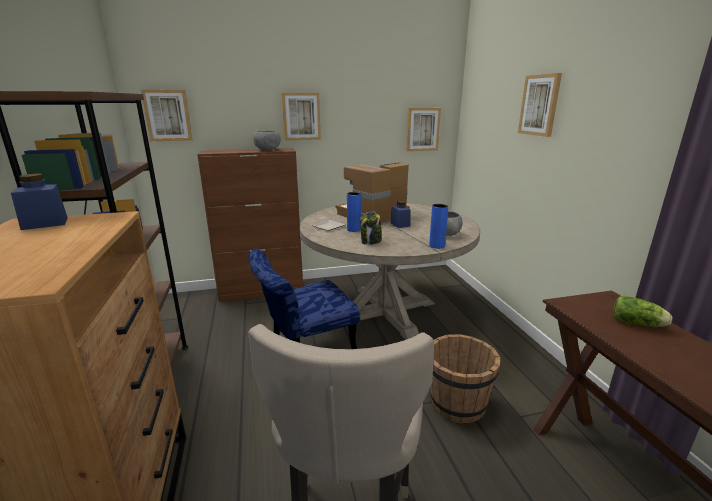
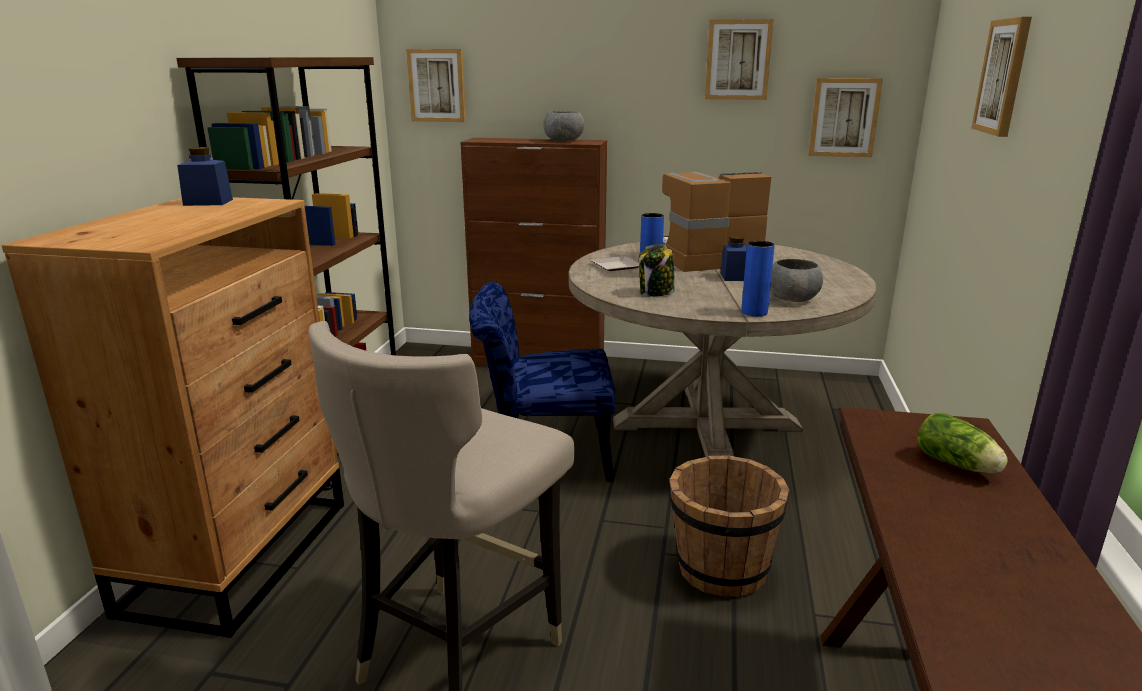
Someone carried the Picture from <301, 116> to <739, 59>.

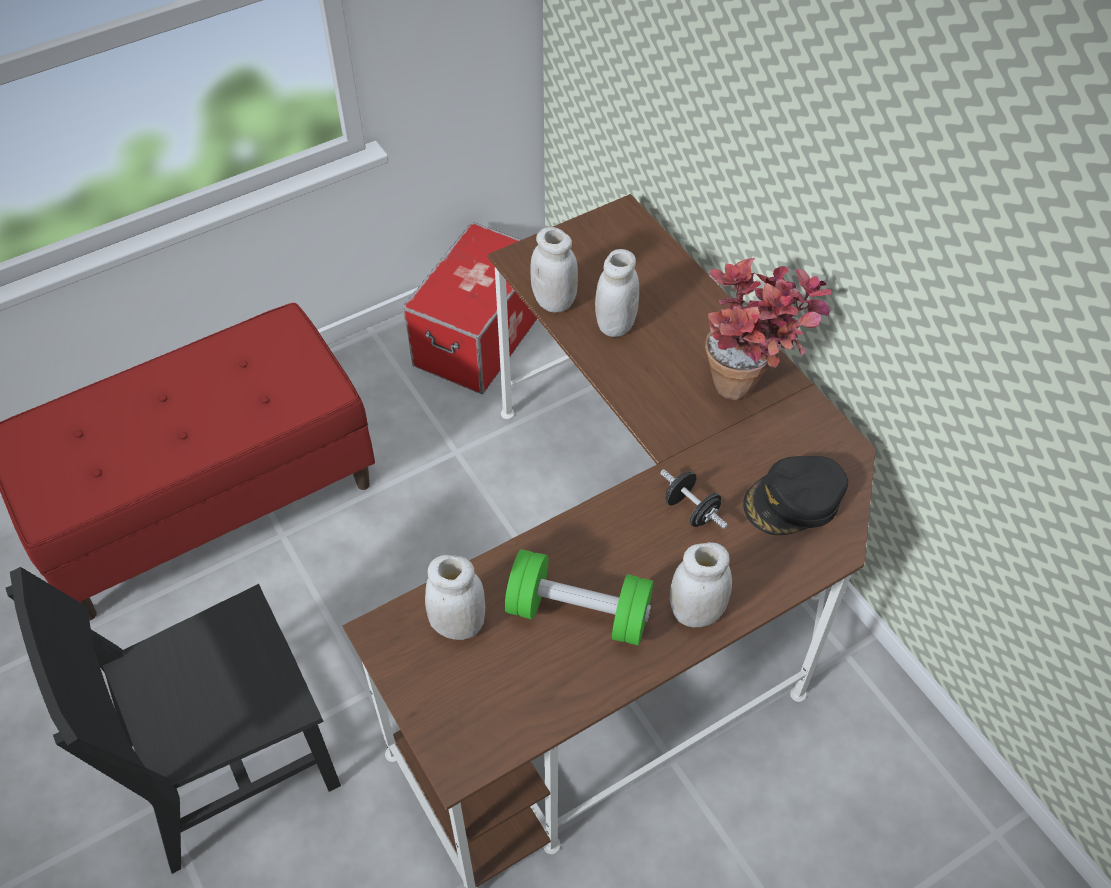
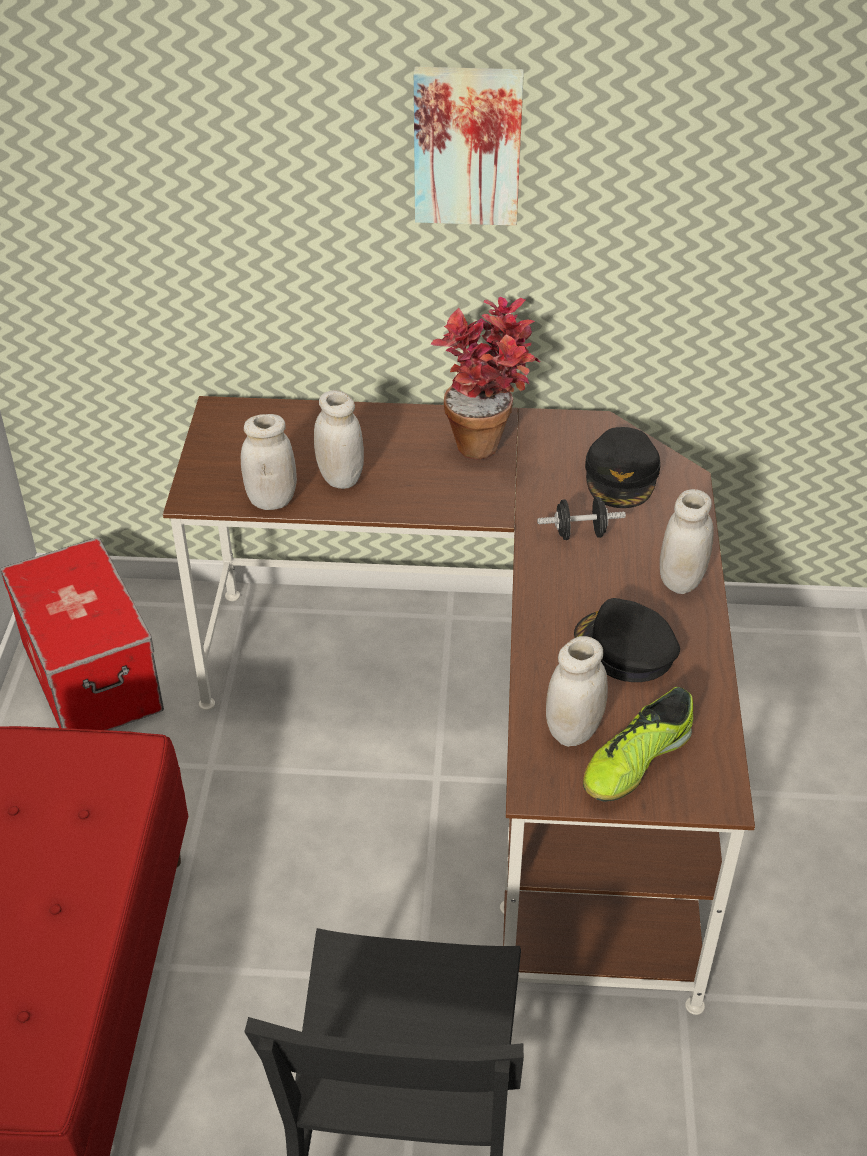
Someone put up the Picture at <469, 146>.
Someone put down the Shoe at <638, 744>.
Someone swapped the GreenDumbbell at <579, 597> for the BlackCap at <627, 640>.

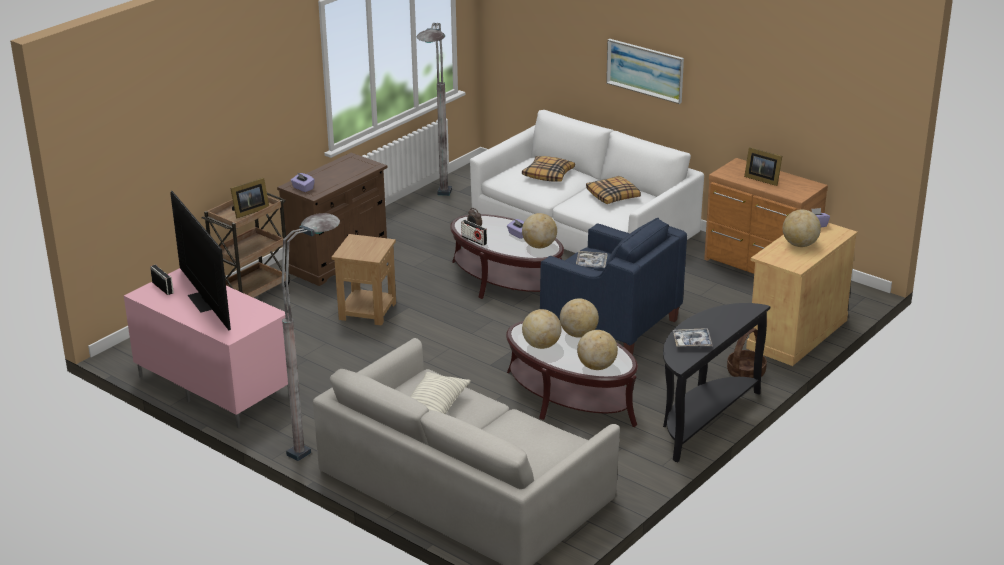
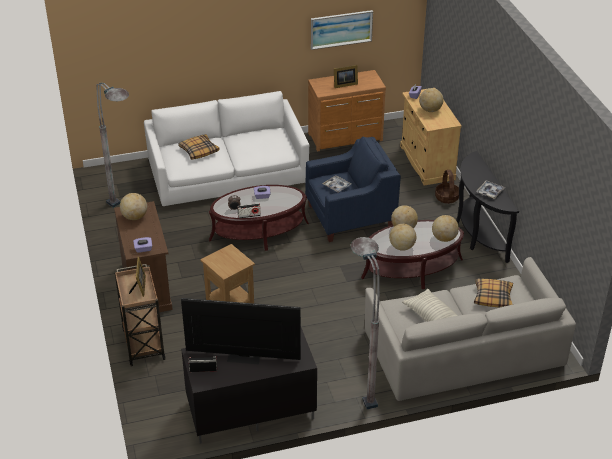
Someone carried the Globe from <539, 230> to <133, 206>.
Someone carried the Pillow from <613, 190> to <493, 293>.
Someone carried the Picture from <645, 71> to <342, 30>.
Someone repainted the PinkTvStand at <206, 348>, which became the BlackTvStand at <249, 386>.

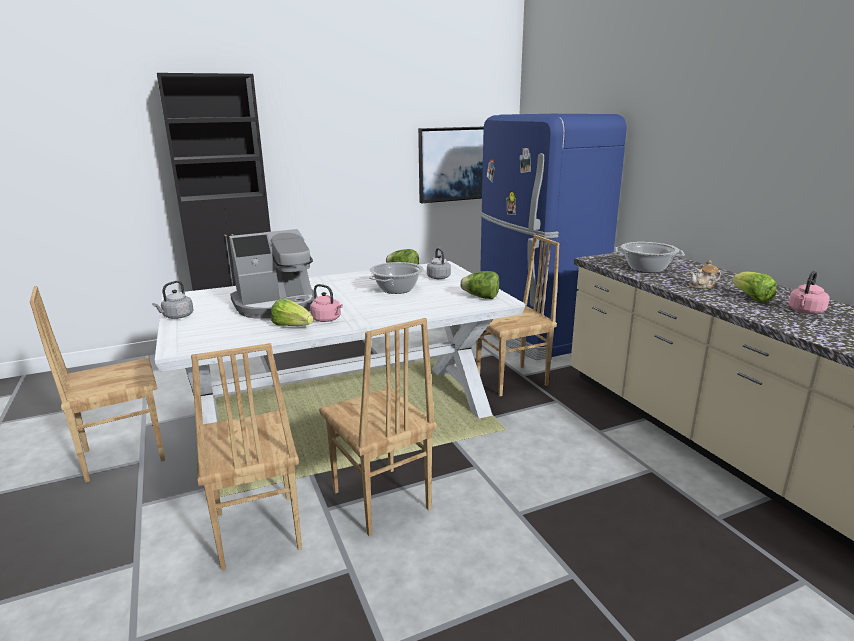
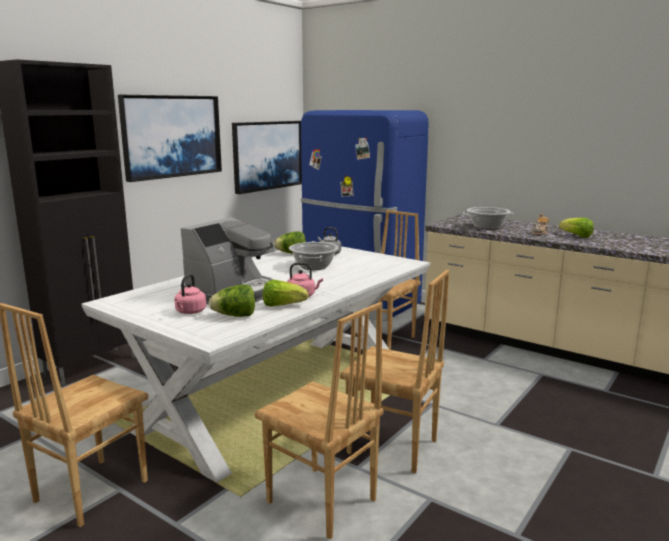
Someone took away the GreyKettle at <173, 300>.
Someone put up the Picture at <170, 138>.
Someone carried the Lettuce from <480, 285> to <232, 300>.
Someone carried the PinkKettle from <809, 292> to <190, 294>.

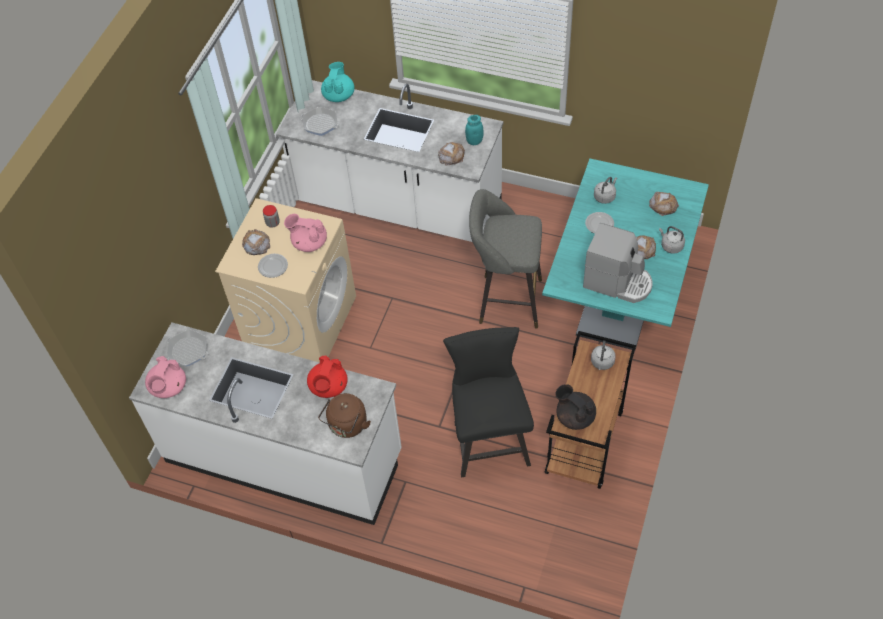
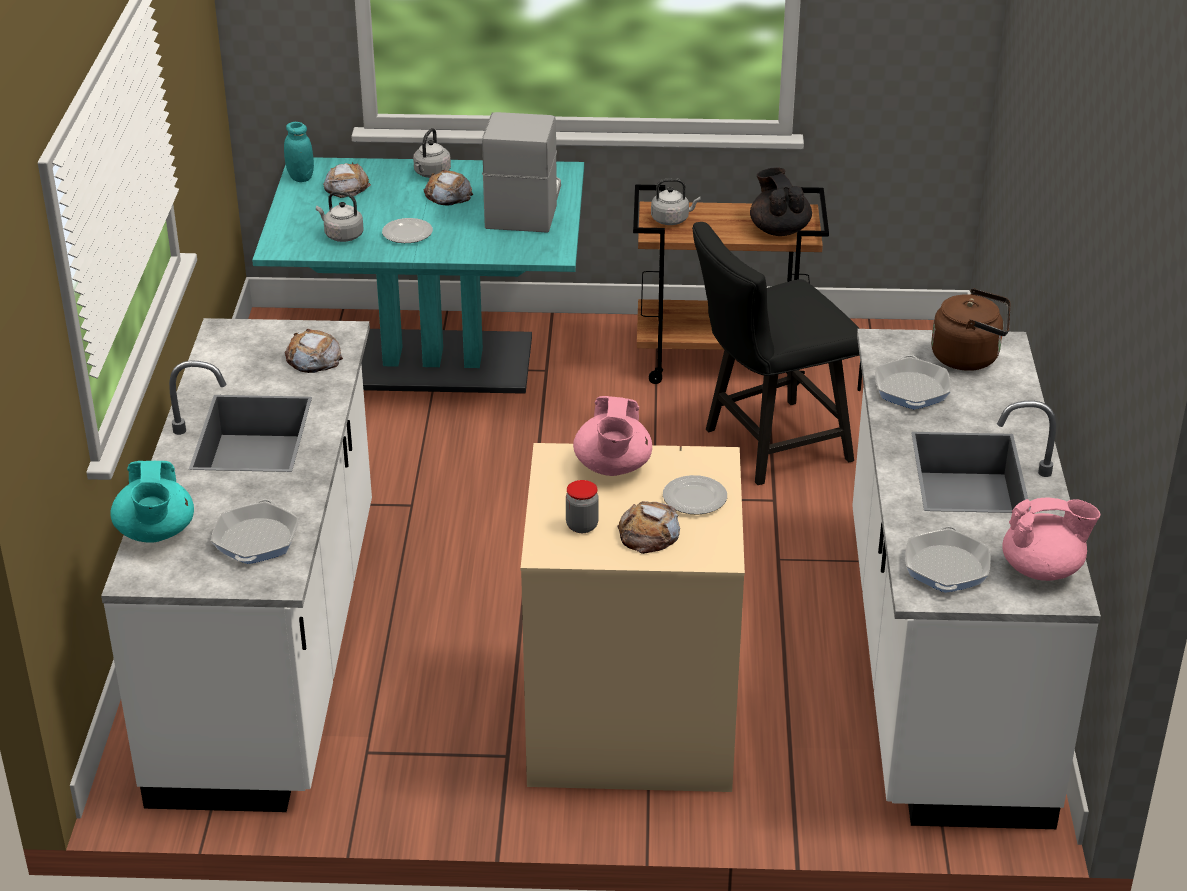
Someone took away the GreyStool at <505, 259>.
Someone carried the TurquoiseJar from <474, 130> to <299, 152>.
Someone swapped the RedTeapot at <327, 377> for the FryingPan at <913, 382>.
Someone rotated the TurquoiseTeapot at <337, 82> by 90 degrees counterclockwise.
Someone rotated the BlackTeapot at <575, 407> by 135 degrees clockwise.

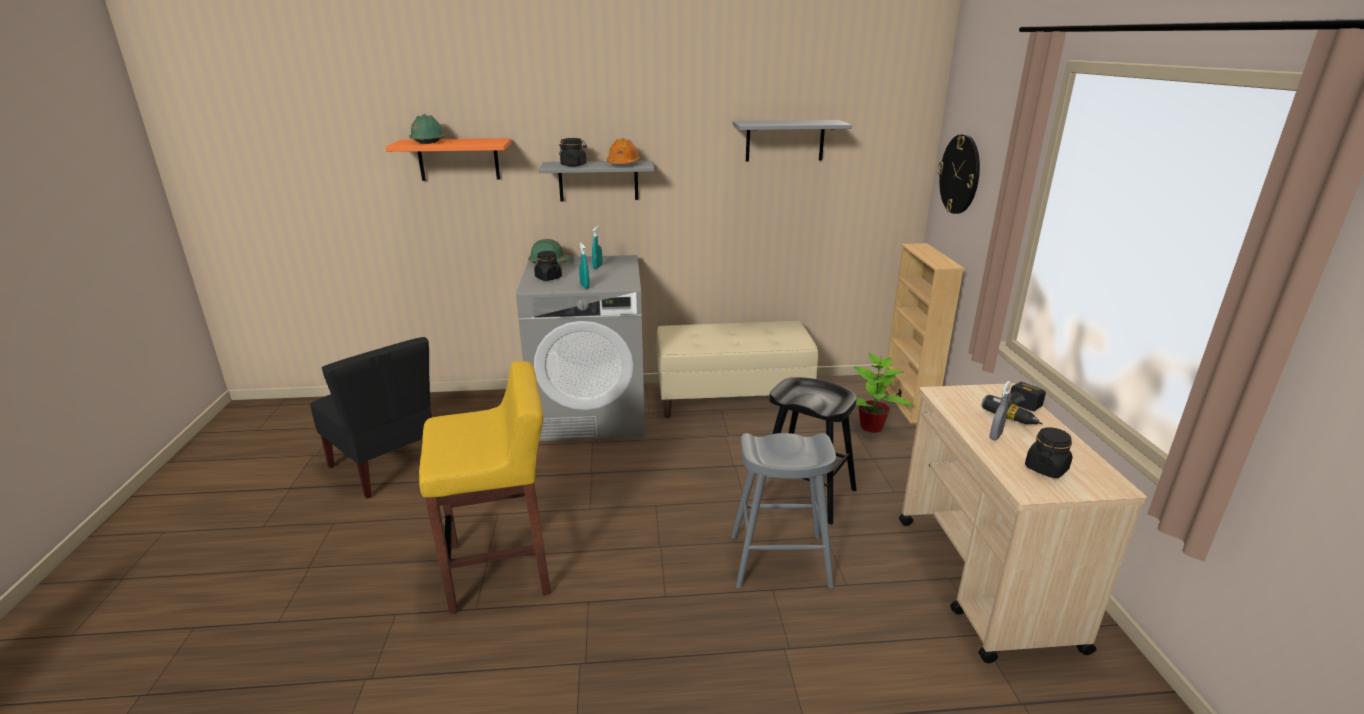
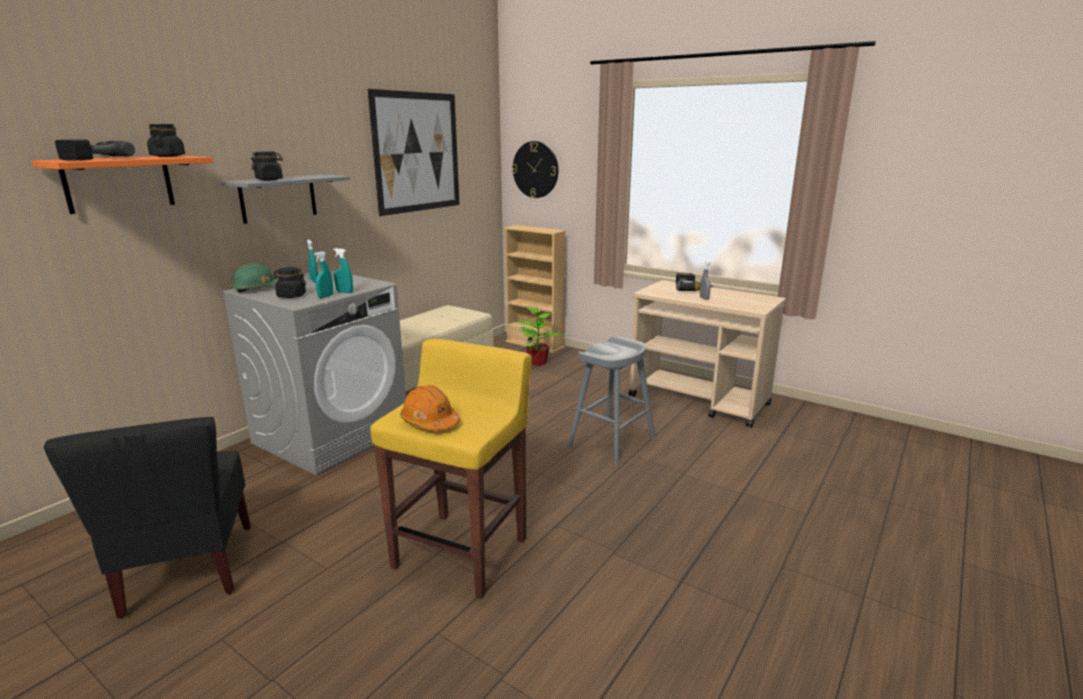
Someone took away the BlackStool at <813, 451>.
Someone put down the TurquoiseSprayBottle at <323, 274>.
Someone carried the OrangeHardHat from <623, 151> to <430, 407>.
Someone carried the BlackJar from <1049, 452> to <166, 140>.
Someone swapped the GreenHardHat at <427, 129> for the PowerDrill at <95, 149>.
Someone swapped the GreyShelf at <792, 140> for the Picture at <413, 152>.
Someone rotated the BlackChair at <371, 418> by 75 degrees clockwise.

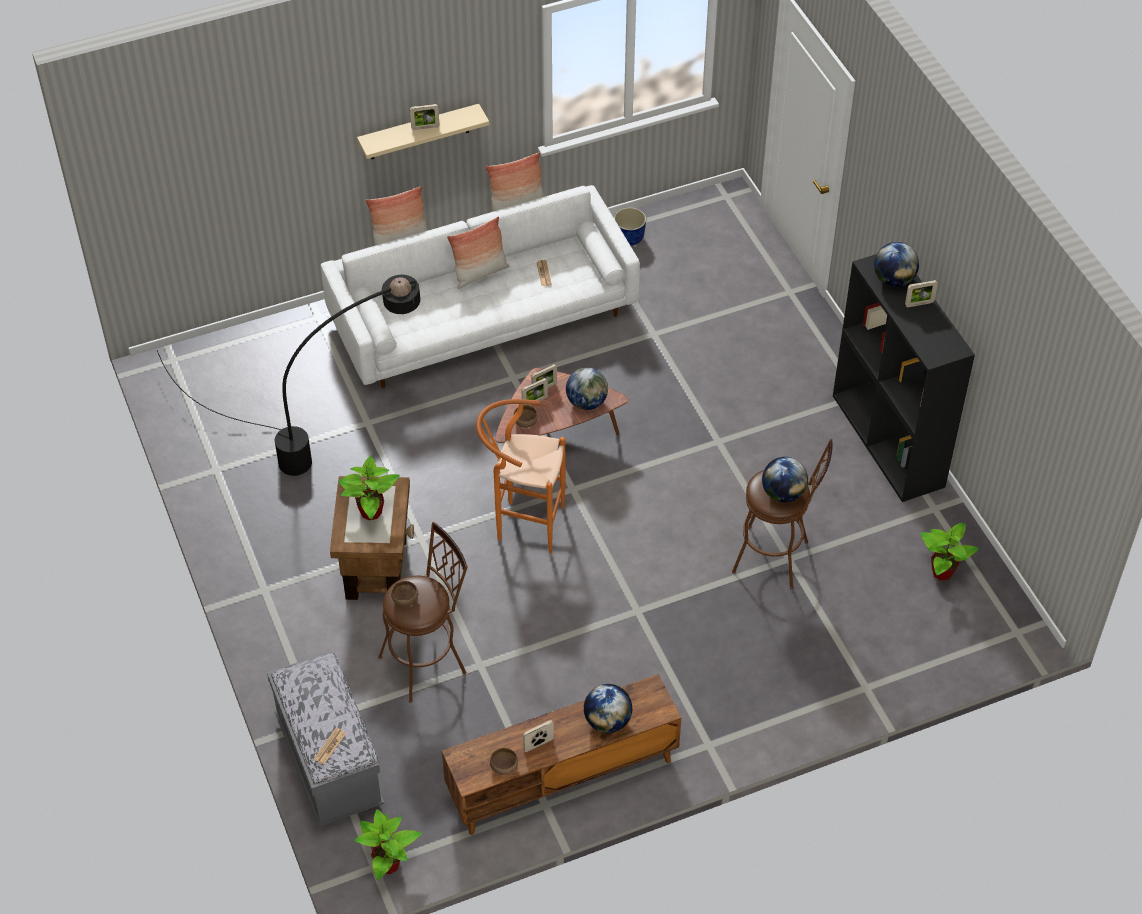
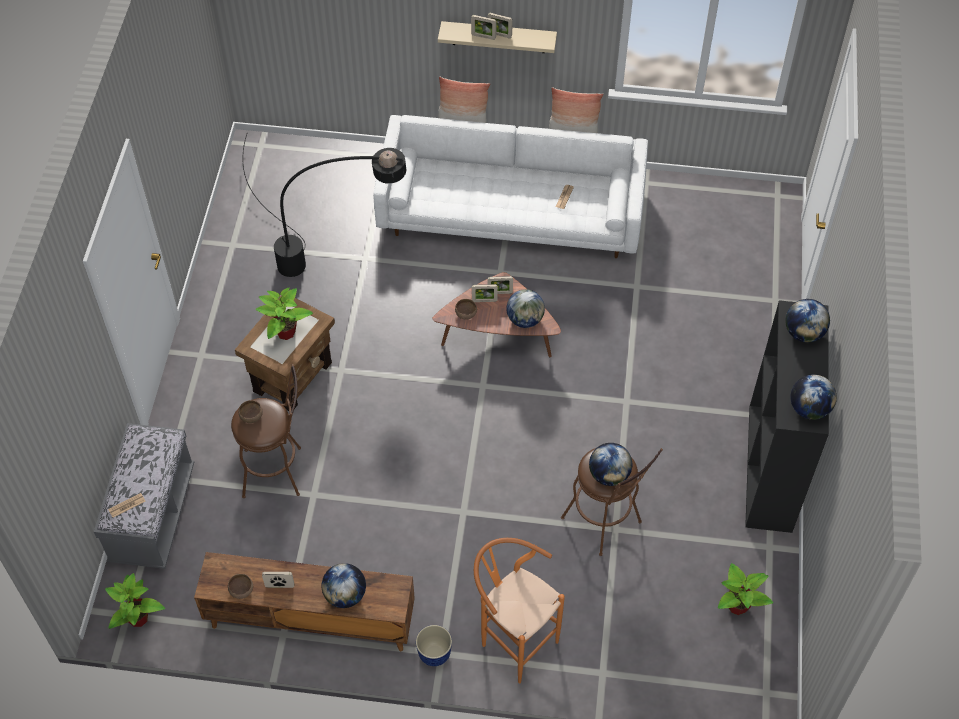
Someone took away the Pillow at <478, 252>.
Someone put down the Globe at <813, 397>.
Someone carried the OrangeStool from <520, 476> to <519, 610>.
Someone carried the Planter from <630, 226> to <434, 645>.
Someone carried the PictureFrame from <921, 293> to <483, 27>.

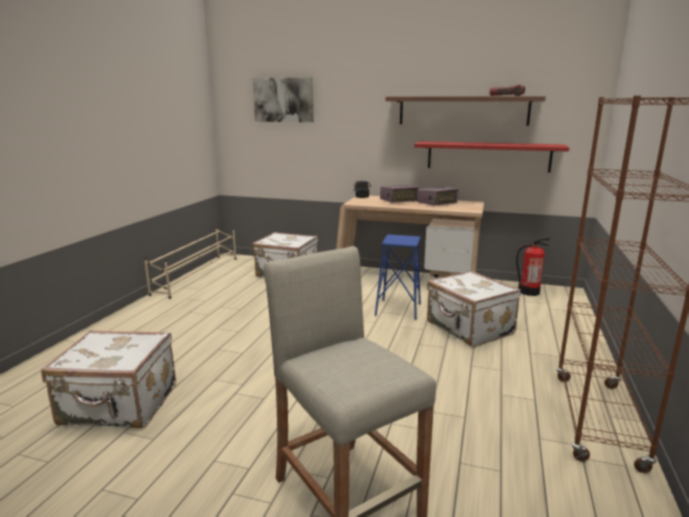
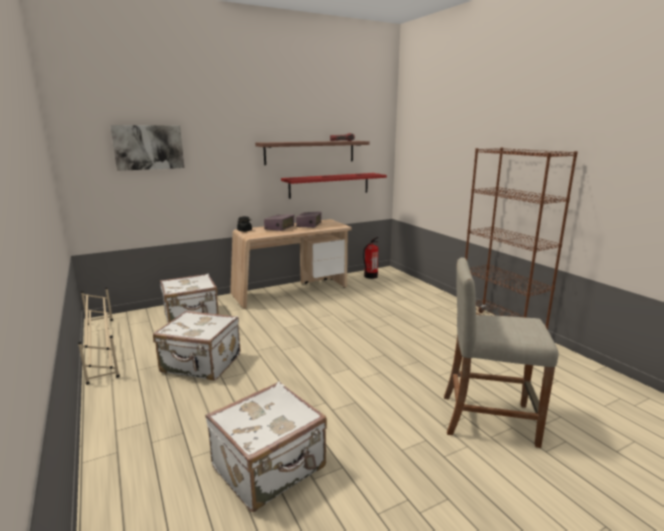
Someone took away the BlueStool at <398, 277>.
Someone carried the WhiteSuitcase from <474, 309> to <196, 345>.

